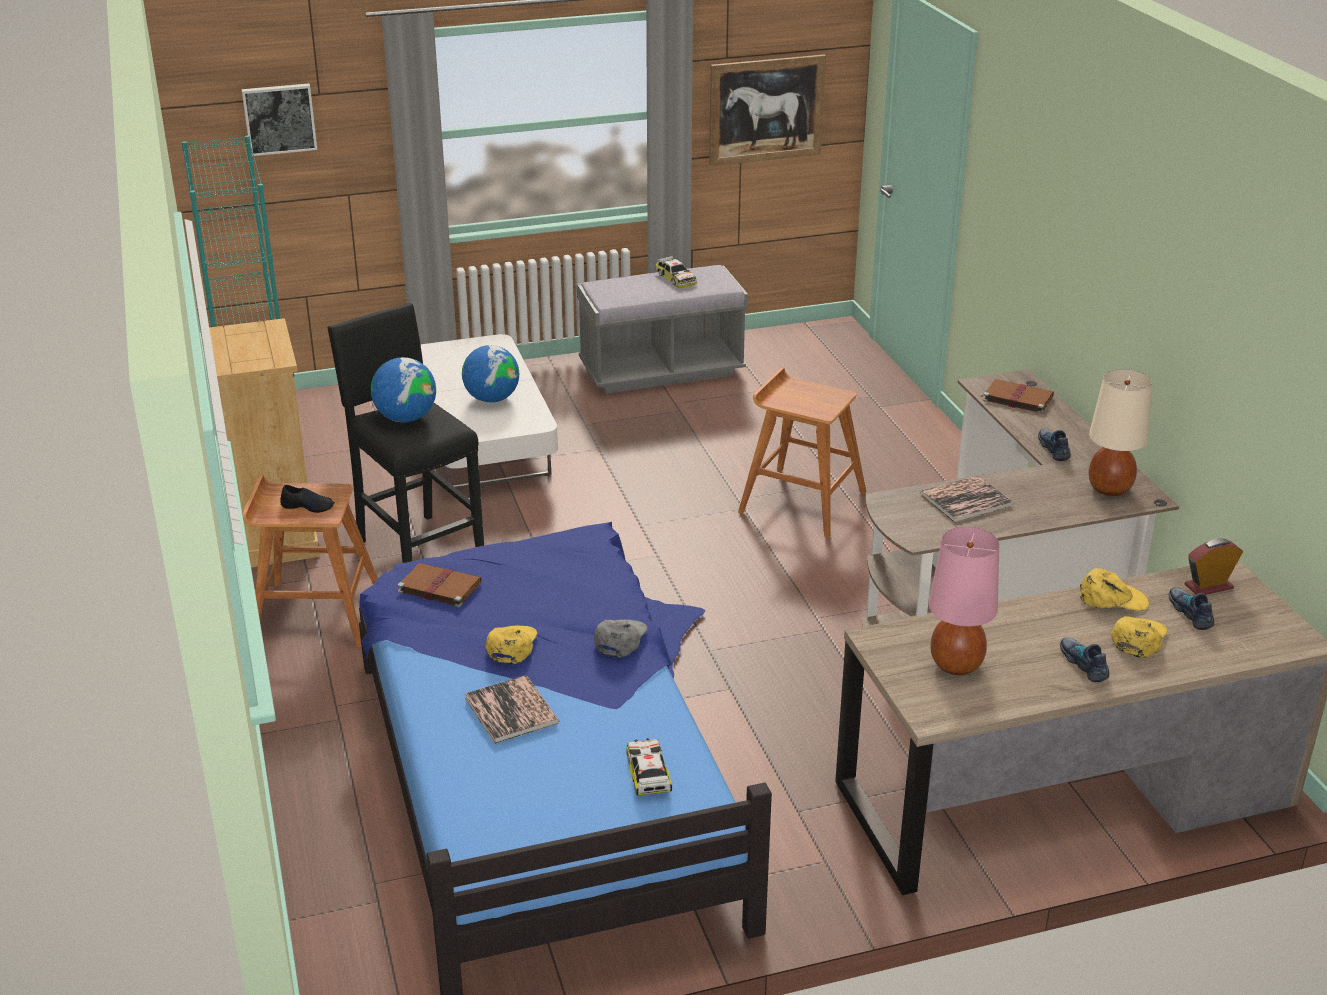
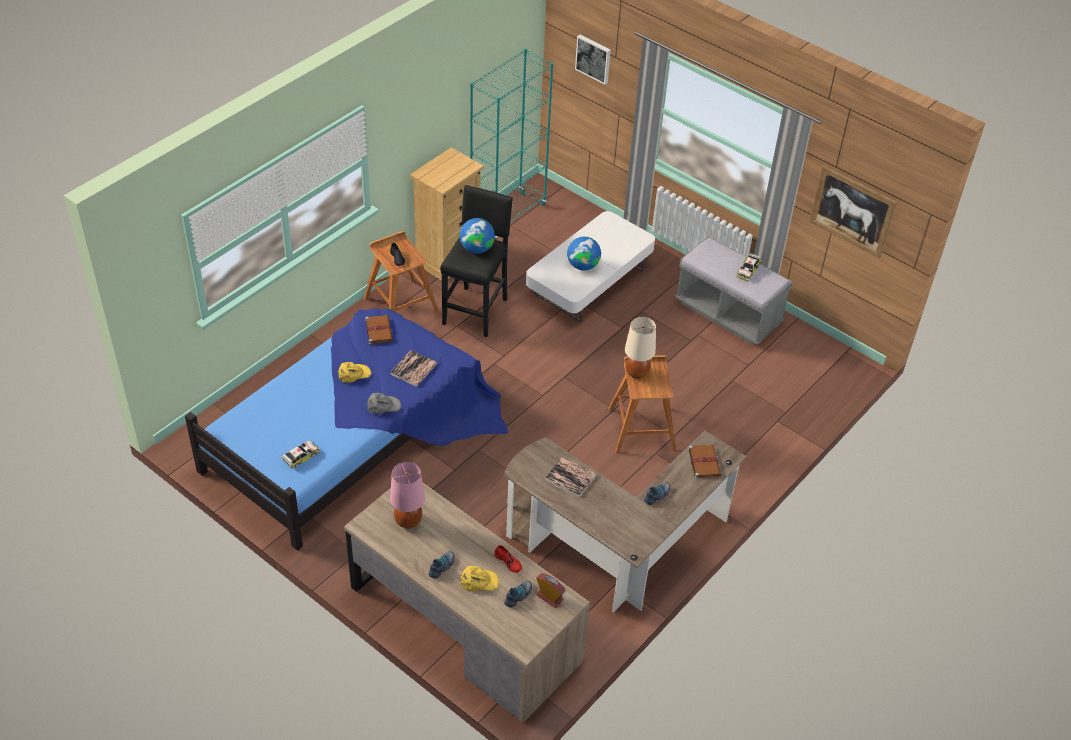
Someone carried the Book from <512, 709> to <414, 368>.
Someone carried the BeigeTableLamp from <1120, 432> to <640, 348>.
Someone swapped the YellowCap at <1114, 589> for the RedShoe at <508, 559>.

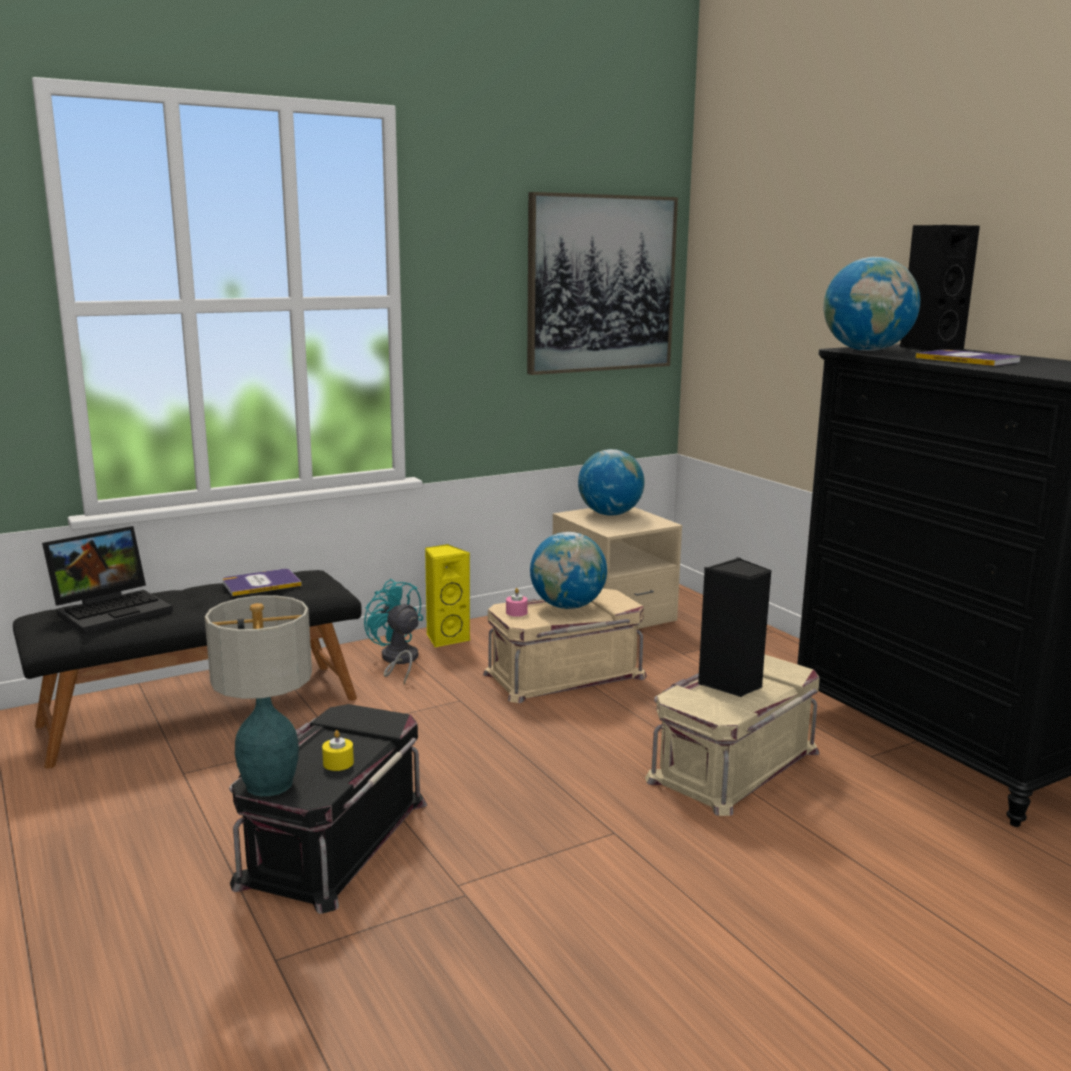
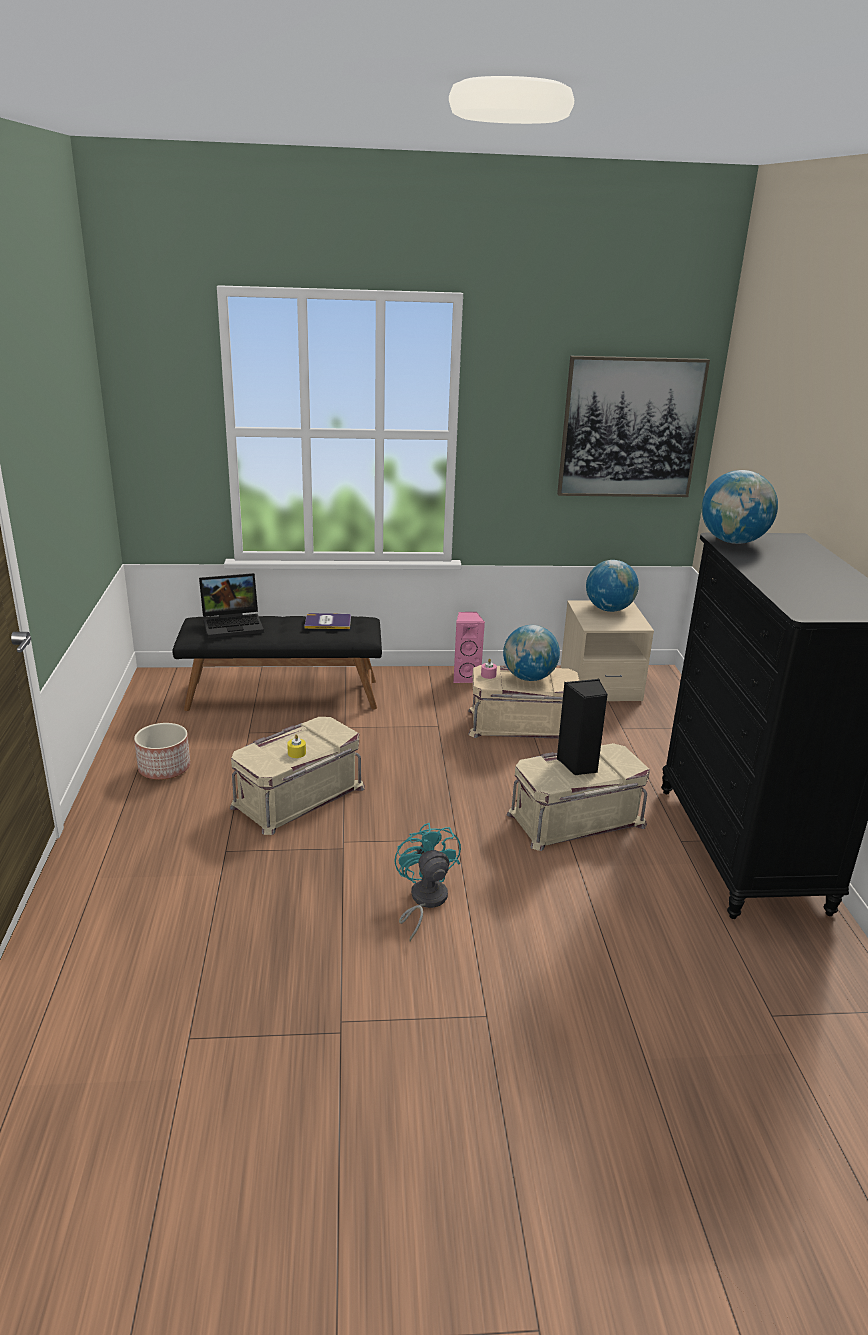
Someone took away the TableLamp at <258, 696>.
Someone took away the BlackSpeaker at <940, 288>.
Someone took away the Book at <967, 358>.
Someone put down the Planter at <162, 751>.
Someone carried the TurquoiseFan from <393, 631> to <427, 882>.
Someone repainted the BlackStorageBox at <328, 809>, which became the BeigeStorageBox at <297, 776>.
Someone repainted the YellowSpeaker at <447, 596>, which became the PinkSpeaker at <469, 647>.

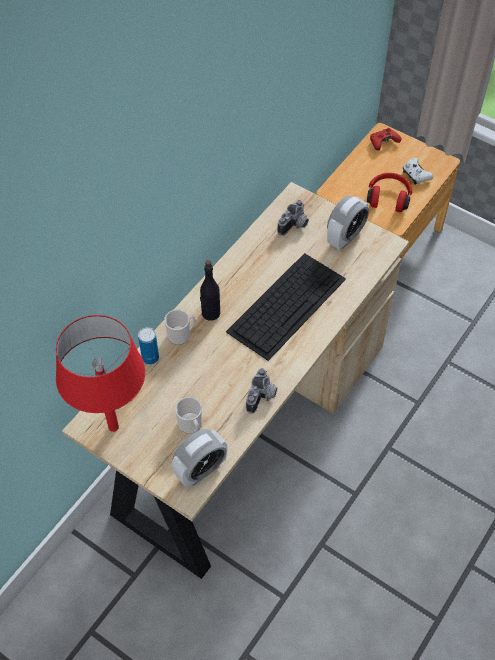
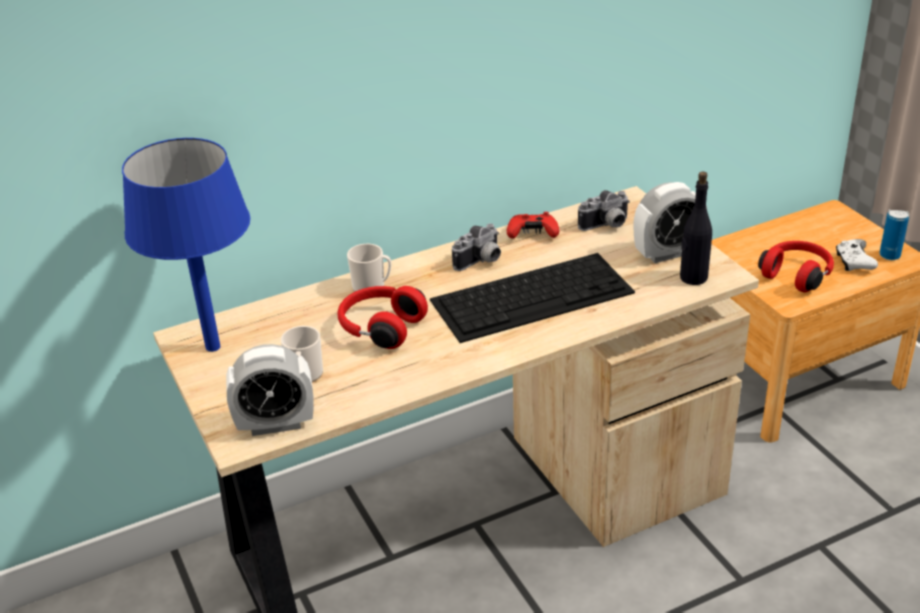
Someone put down the RedHeadphones at <382, 317>.
Someone carried the Can from <148, 346> to <894, 234>.
Someone carried the BlackBottle from <210, 290> to <696, 228>.
Someone carried the PhotoCamera from <261, 391> to <476, 247>.
Someone carried the RedGameController from <385, 139> to <533, 225>.
Someone repainted the RedTableLamp at <100, 373>, which became the BlueTableLamp at <186, 245>.

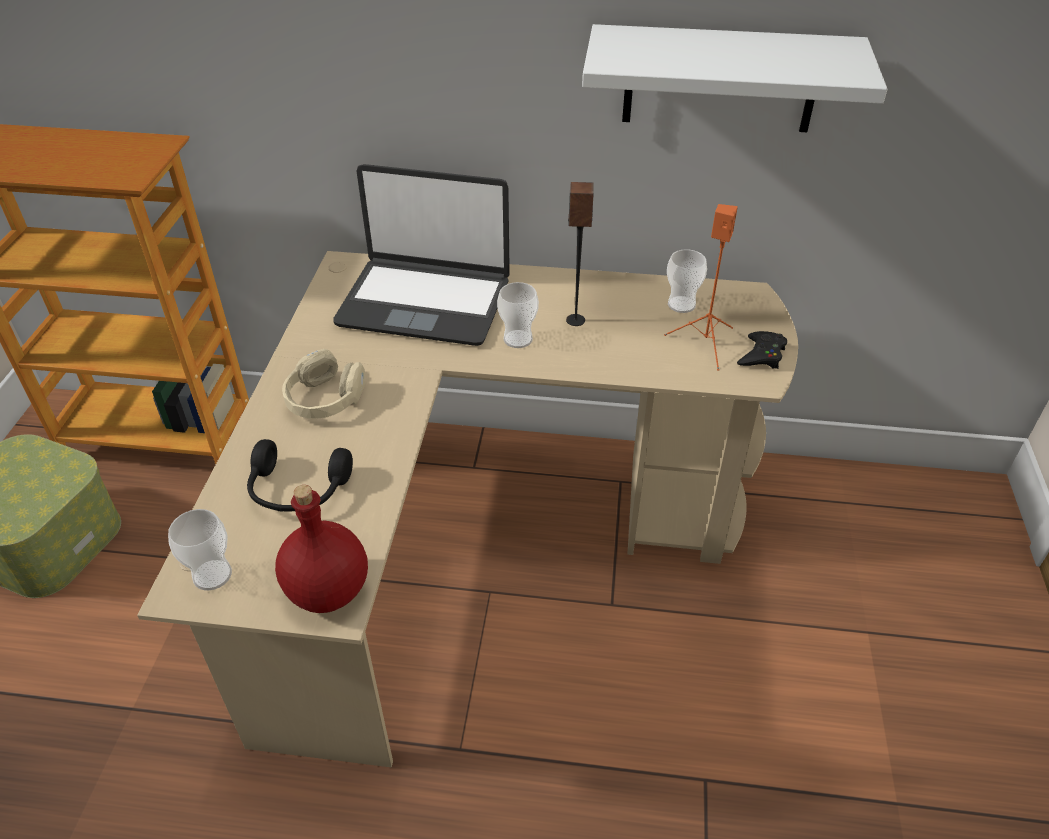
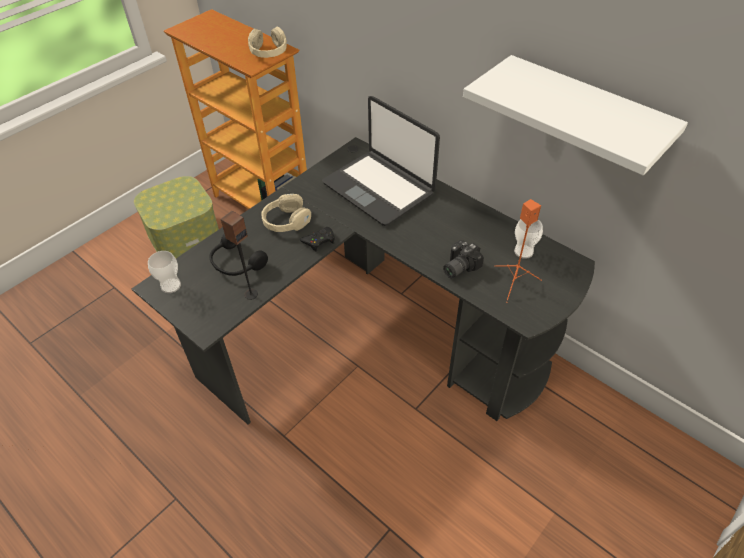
Someone took away the RedBottle at <321, 549>.
Someone took away the Cup at <518, 315>.
Someone put down the BeigeHeadphones at <267, 42>.
Someone put down the PhotoCamera at <463, 259>.
Someone carried the Speaker from <580, 254> to <239, 255>.
Someone carried the BlackGameController from <762, 350> to <317, 239>.
Someone repainted the BeigeDesk at <467, 509>, which became the BlackDesk at <363, 281>.

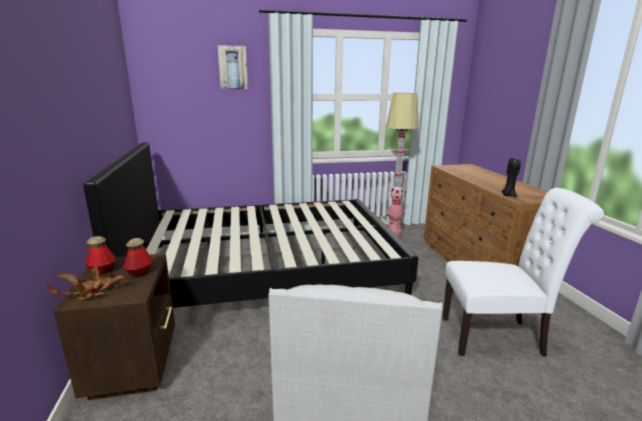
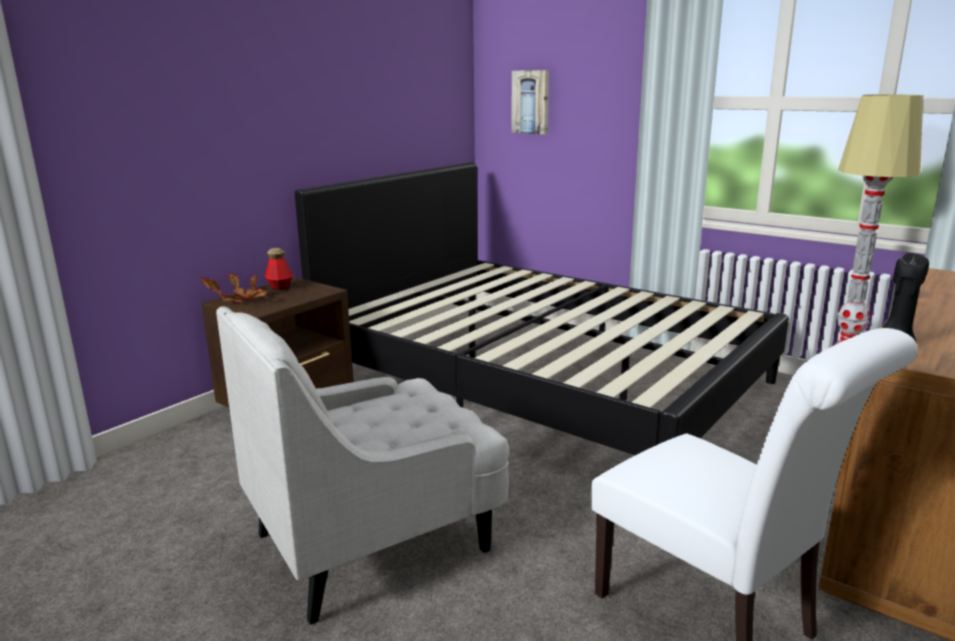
Someone took away the Bottle at <137, 257>.
Someone carried the Picture from <233, 67> to <530, 102>.

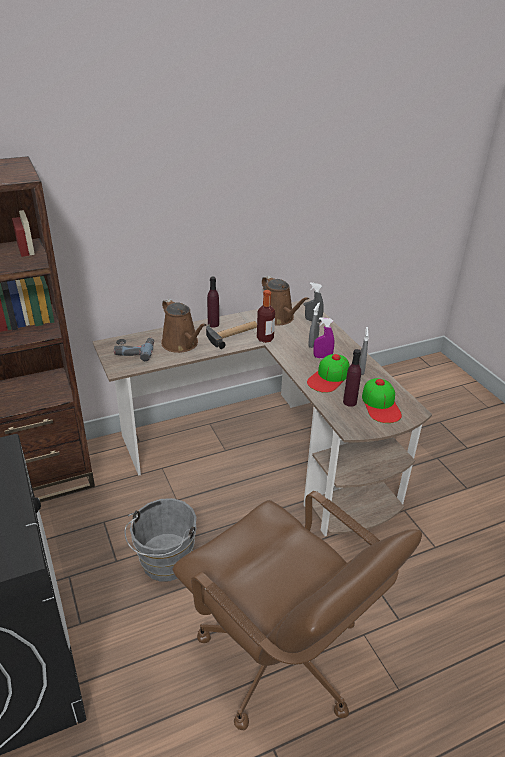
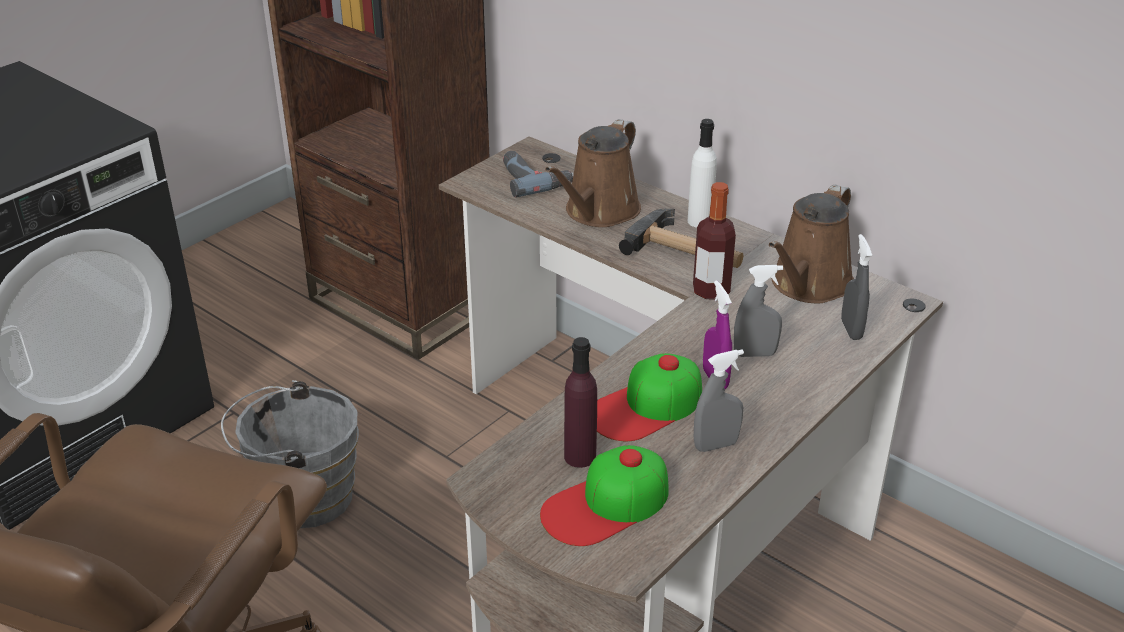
Someone repainted the PurpleBottle at <213, 302>, which became the WhiteBottle at <702, 173>.
Someone rotated the Cap at <328, 373> by 45 degrees counterclockwise.

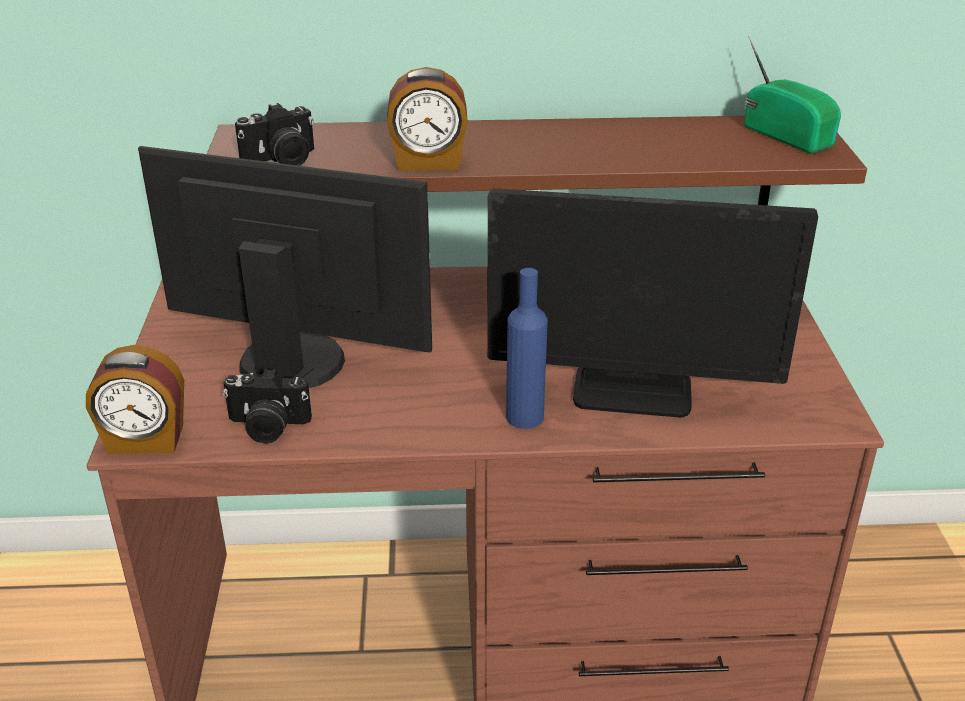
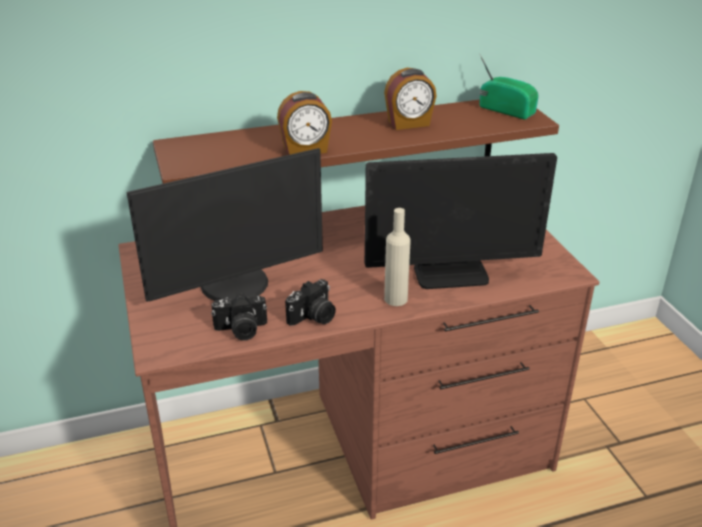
Someone carried the AlarmClock from <135, 399> to <410, 99>.
Someone carried the PhotoCamera from <274, 134> to <310, 302>.
Someone repainted the BlueBottle at <527, 348>, which became the BeigeBottle at <397, 257>.
Someone rotated the Monitor at <285, 267> by 150 degrees clockwise.

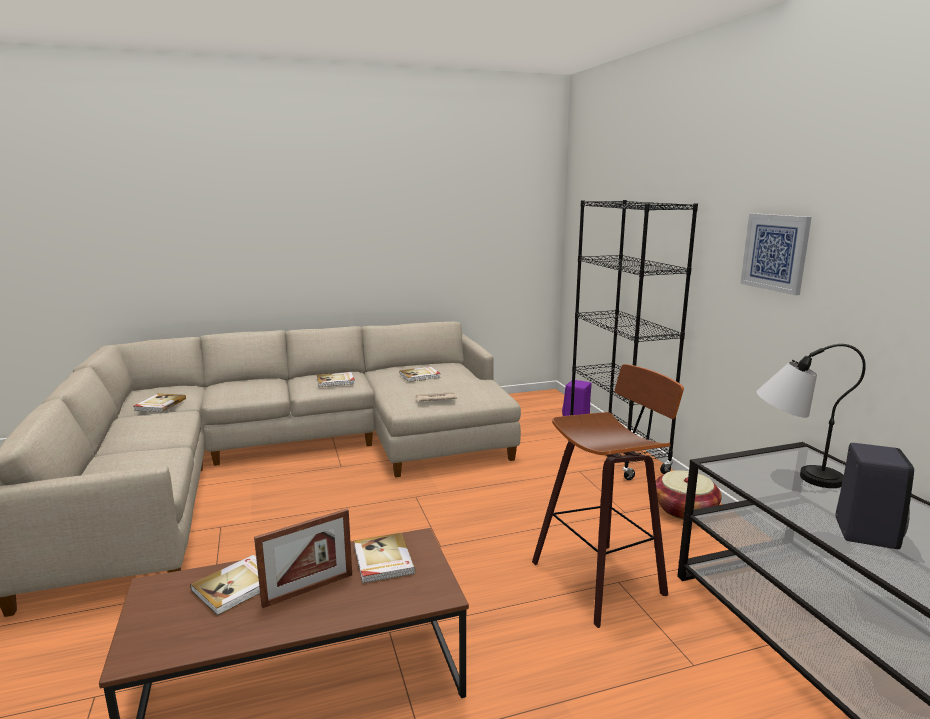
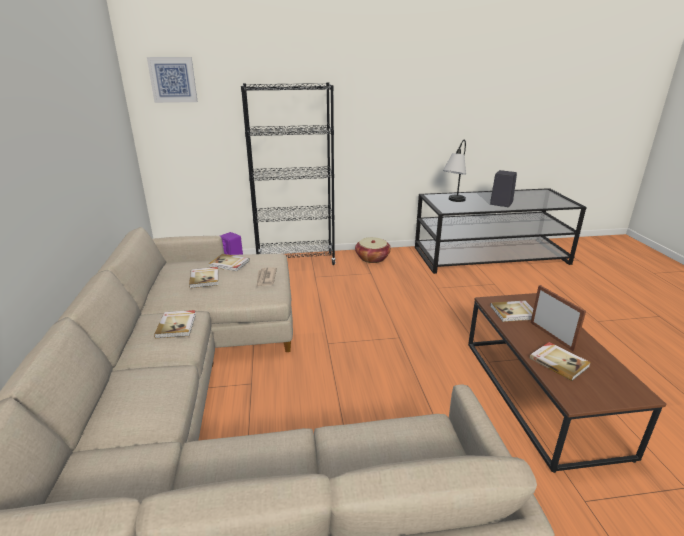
Someone took away the Stool at <608, 496>.
Someone carried the Book from <160, 403> to <229, 263>.
Someone carried the Picture from <776, 254> to <172, 80>.

